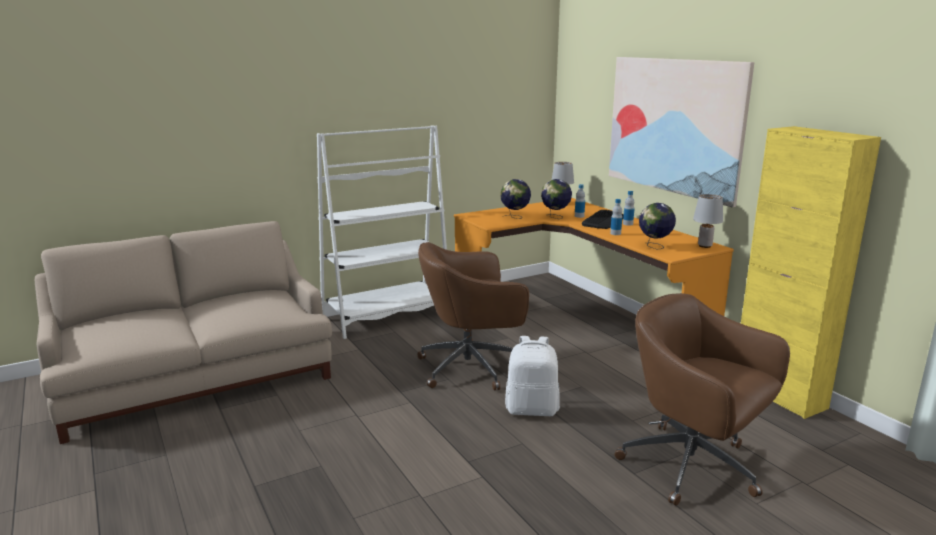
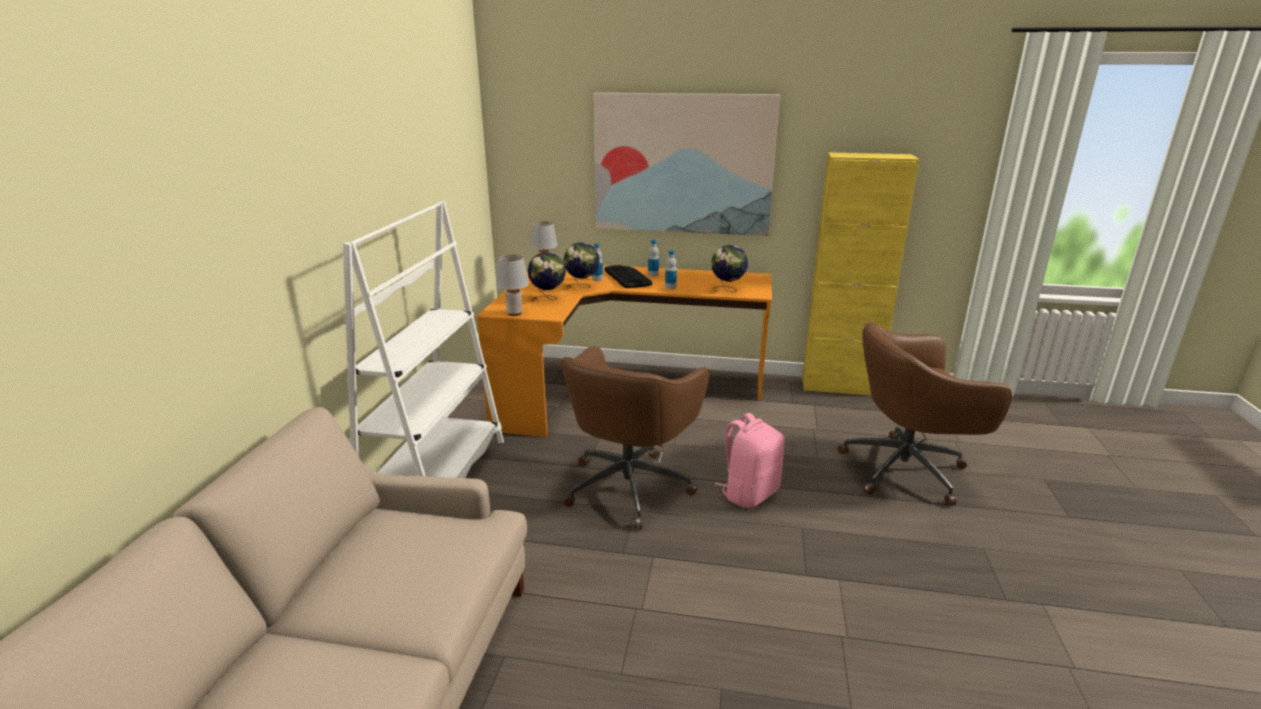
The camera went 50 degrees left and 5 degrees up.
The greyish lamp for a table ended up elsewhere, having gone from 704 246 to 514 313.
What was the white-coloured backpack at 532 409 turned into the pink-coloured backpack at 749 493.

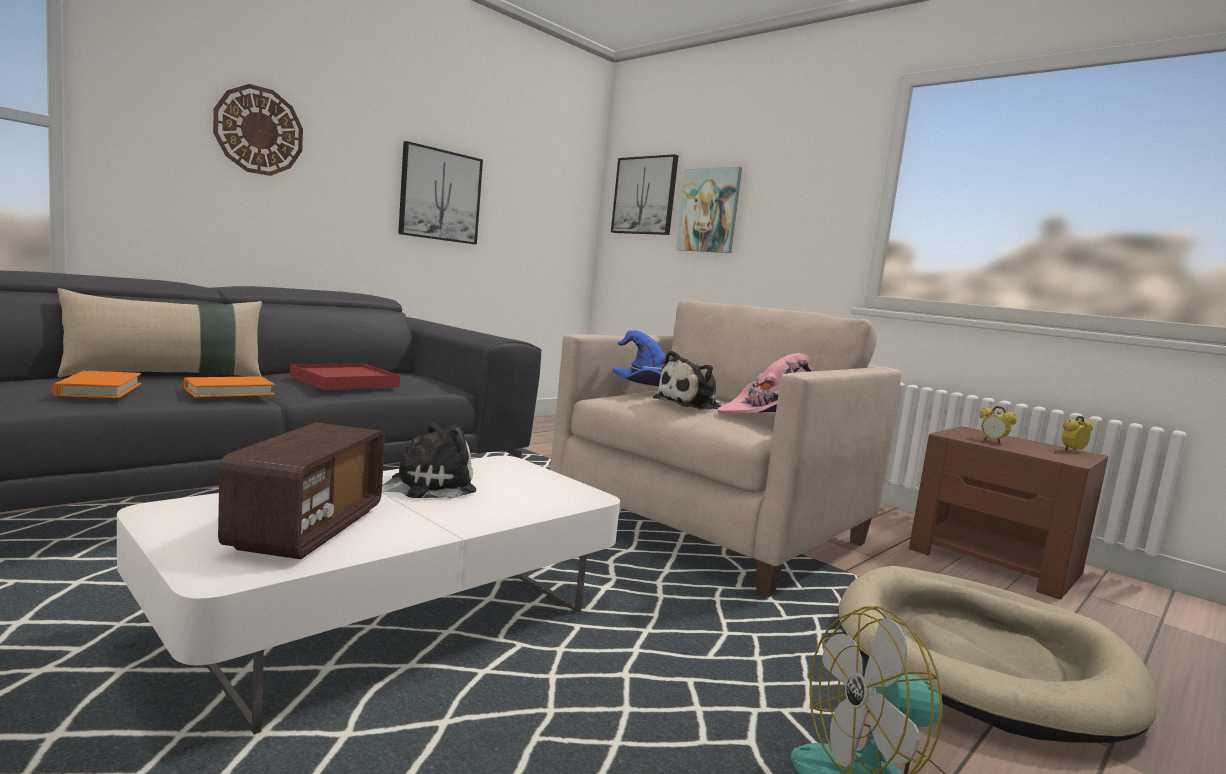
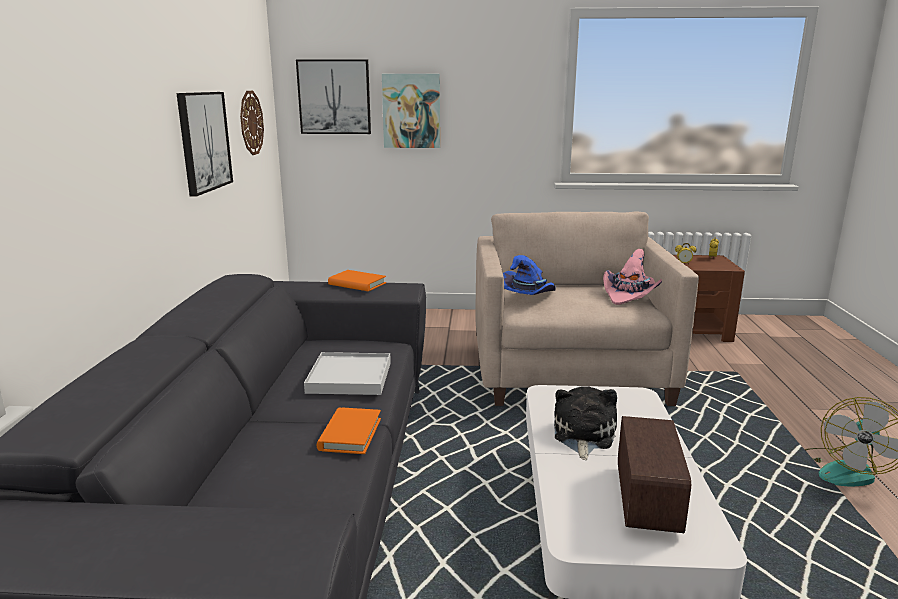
The camera went 40 degrees left and 10 degrees up.
The clock on the wall ended up elsewhere, having gone from 259 130 to 251 123.
What was the red tray at 344 381 turned into the white-coloured tray at 349 377.
The orangey bound book ended up elsewhere, having gone from 99 390 to 357 284.
The radio at 308 529 ended up facing another way, 45 degrees clockwise from before.
The second view lost the beige-coloured throw pillow at 167 376.
The second view lost the cuddly toy at 691 404.
The second view lost the beige-coloured dog cushion at 979 657.

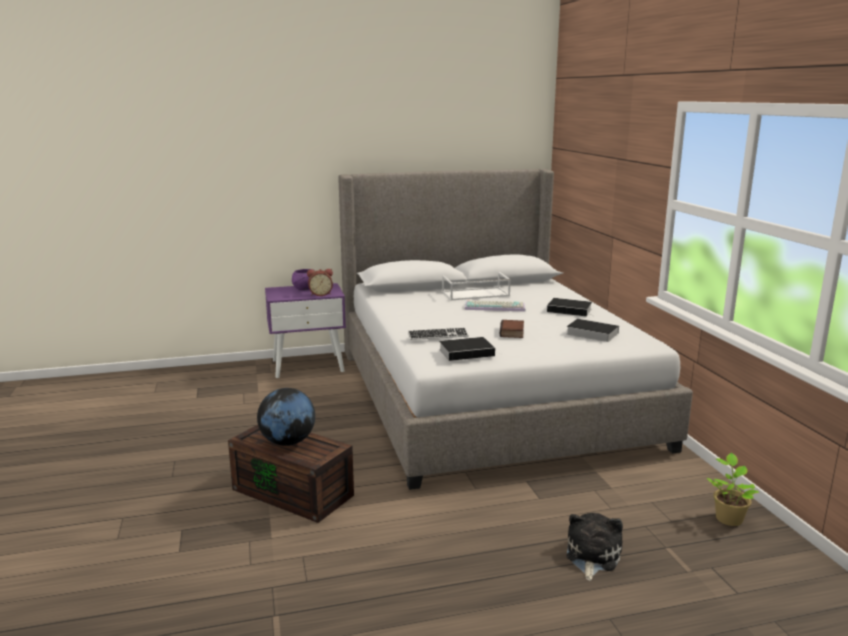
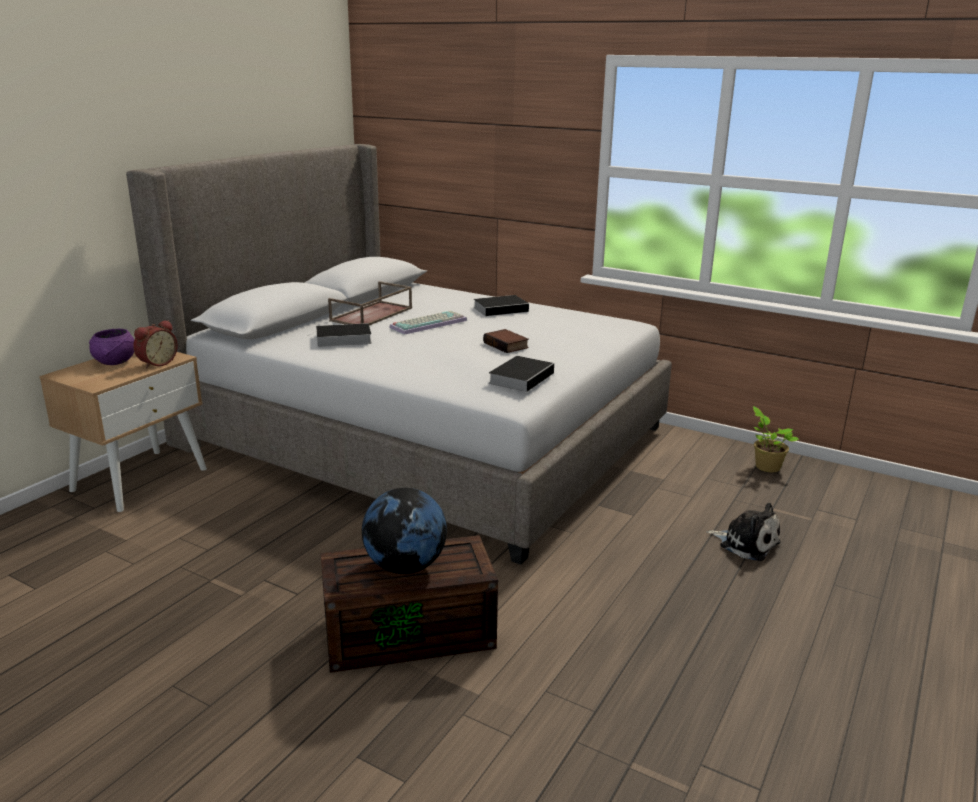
The camera went 45 degrees left and 5 degrees up.
What was the purplish night table at 308 365 turned into the beige-coloured night table at 140 479.
The bound book ended up elsewhere, having gone from 590 333 to 342 339.
What was the white-coloured tray at 475 294 turned into the brown-coloured tray at 372 315.
The cuddly toy at 591 556 ended up facing another way, 150 degrees clockwise from before.
The second view lost the computer keyboard at 438 335.

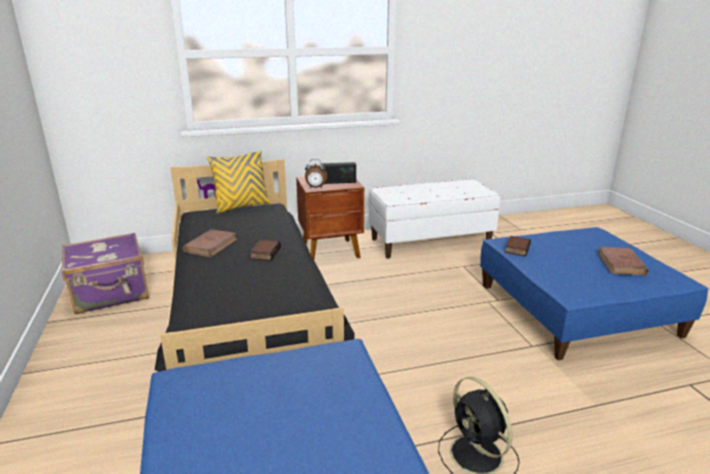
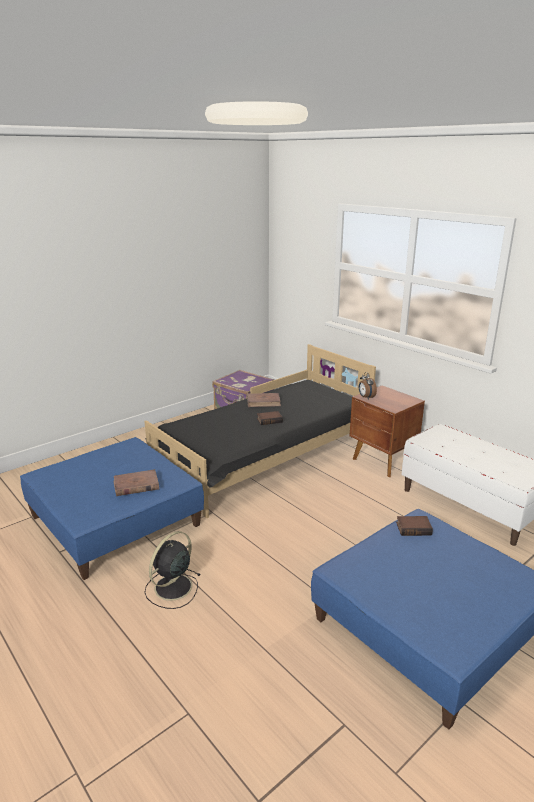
The camera went 65 degrees right and 0 degrees up.
The brown-coloured bound book ended up elsewhere, having gone from 621 264 to 136 485.
The second view lost the yellow throw pillow at 242 206.
The second view lost the radio at 338 182.

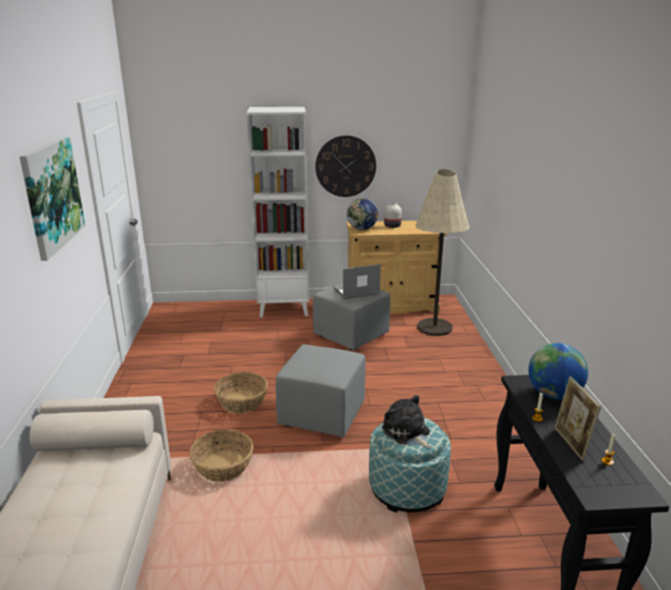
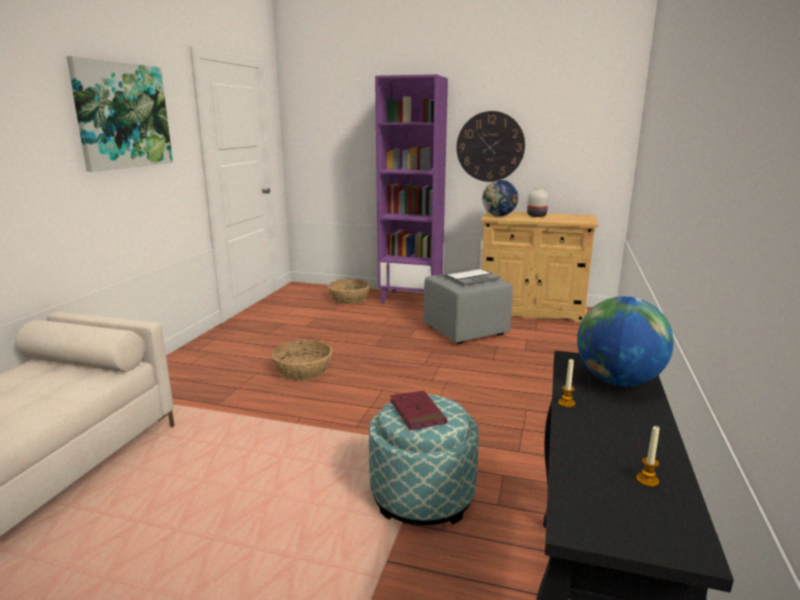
The camera went 20 degrees right and 5 degrees down.
The basket ended up elsewhere, having gone from 222 466 to 349 299.
What was the white-coloured shelving unit at 284 308 turned into the purplish shelving unit at 411 299.
Where the cuddly toy stood at 407 433, the red bound book came to stand at 417 412.
The laptop at 356 291 ended up facing another way, 150 degrees clockwise from before.
The second view lost the greyish pouffe at 322 415.
The second view lost the beige-coloured floor lamp at 434 327.
The second view lost the picture frame at 571 444.

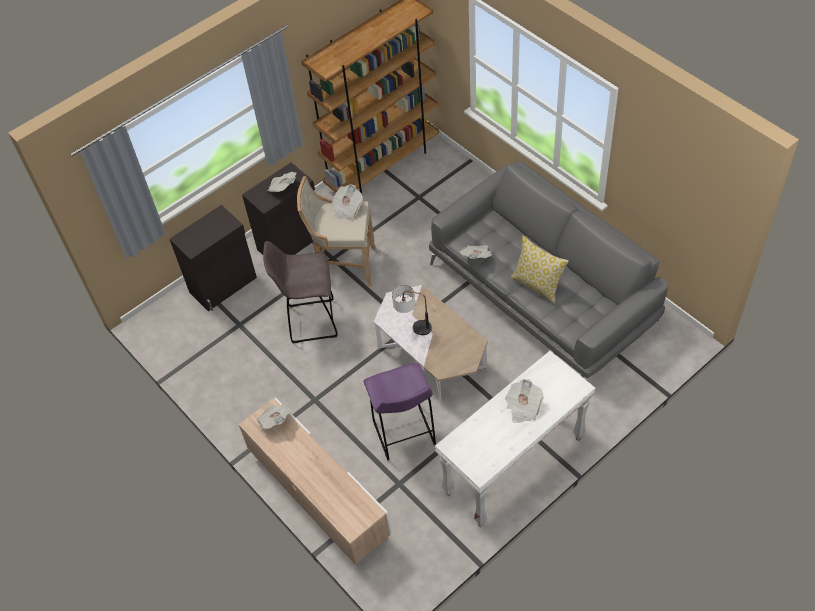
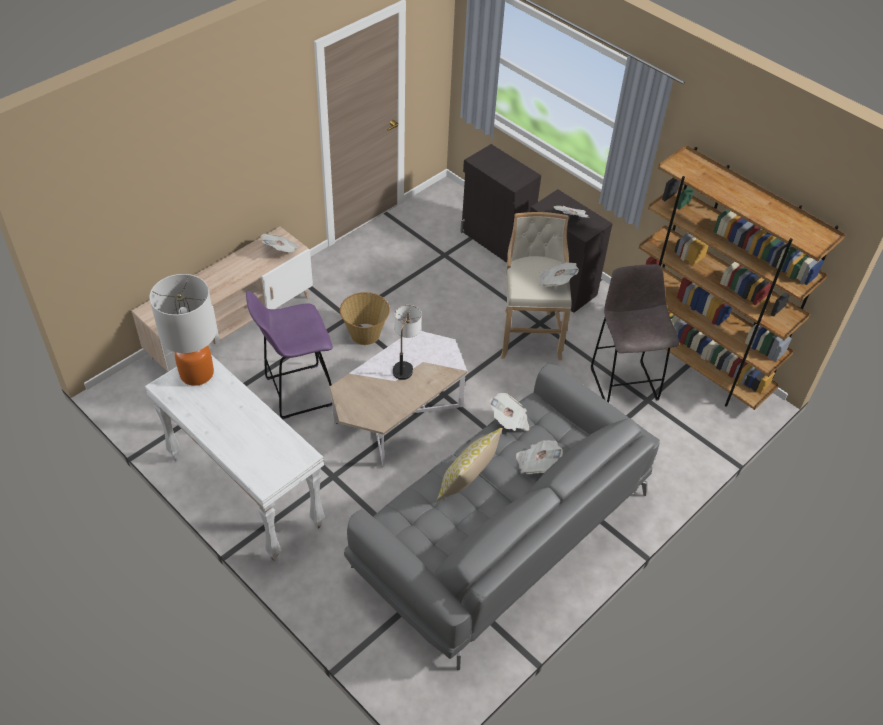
The camera went 80 degrees right and 5 degrees down.
The second view gained the lamp for a table at 196 374.
The second view gained the basket at 365 333.
The printed paper ended up elsewhere, having gone from 523 407 to 536 463.
The greyish stool seat ended up elsewhere, having gone from 310 321 to 623 382.

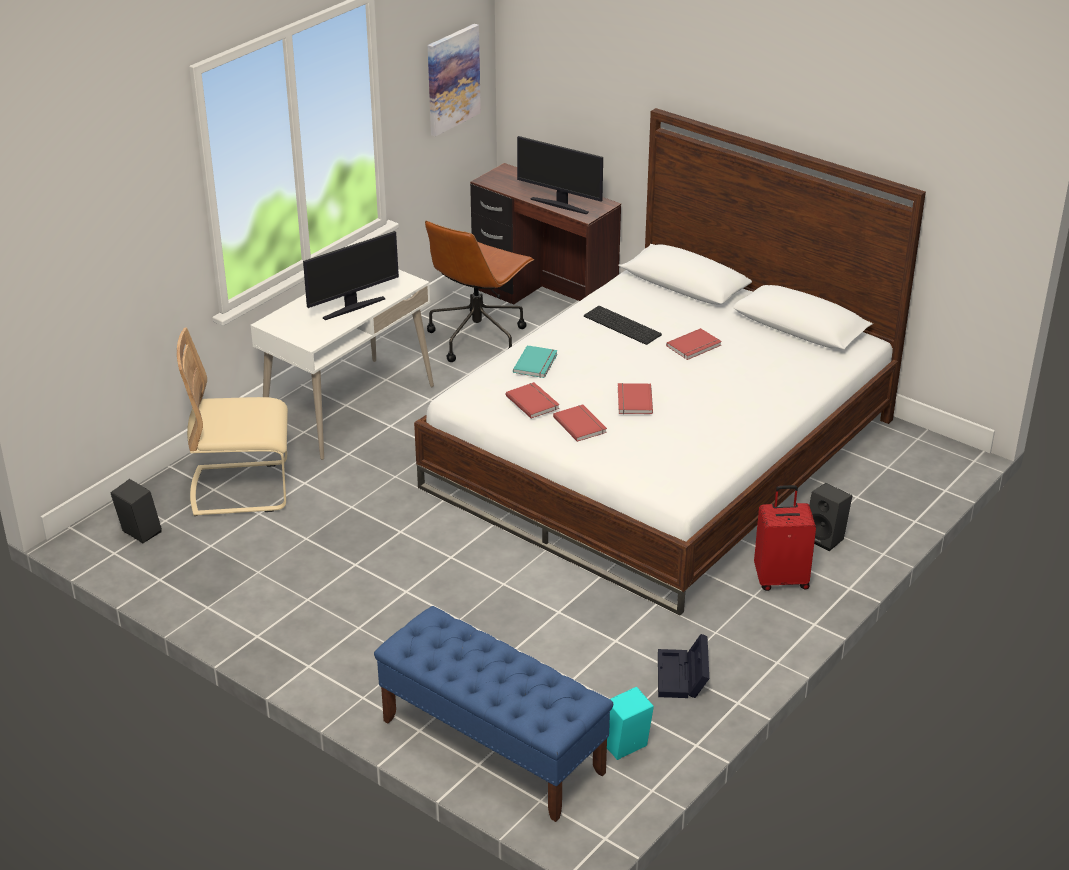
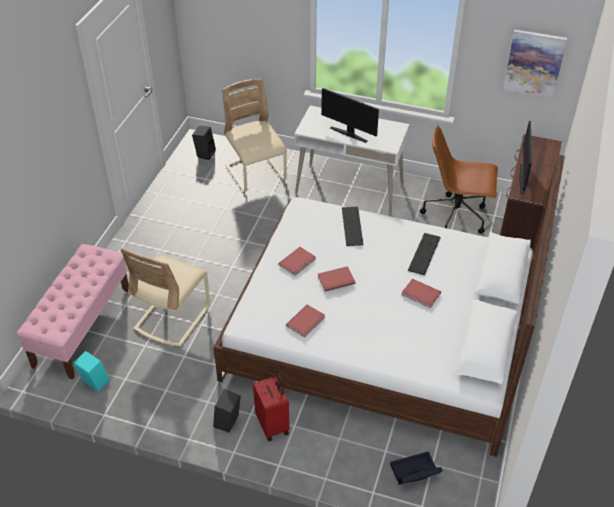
The camera went 70 degrees right and 10 degrees up.
What was the bluish indoor bench at 492 746 turned into the pink-coloured indoor bench at 82 327.
The second view gained the beige-coloured chair at 172 317.
The black-coloured audio speaker ended up elsewhere, having gone from 826 538 to 228 423.
The red bound book ended up elsewhere, having gone from 533 401 to 306 322.
Where the turquoise bound book stood at 537 363, the computer keyboard came to stand at 353 226.
The black-coloured storage bin ended up elsewhere, having gone from 682 677 to 414 473.

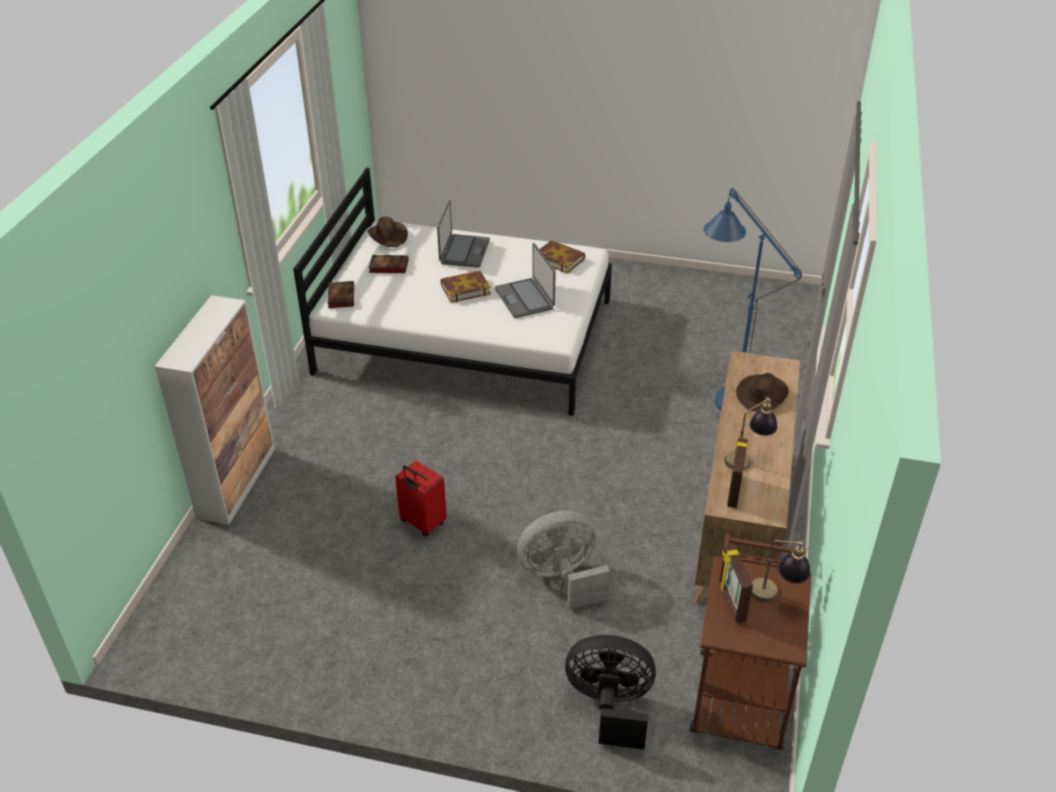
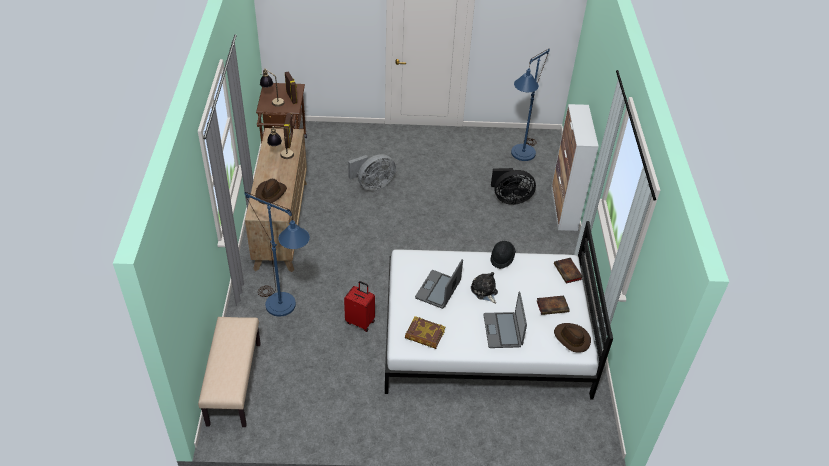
The camera went 165 degrees right and 5 degrees up.
The second view gained the beige-coloured indoor bench at 233 383.
The red suitcase ended up elsewhere, having gone from 422 523 to 360 321.
The laptop at 525 299 ended up facing another way, 120 degrees counterclockwise from before.
Where the bound book stood at 465 289, the cuddly toy came to stand at 484 291.
The black-coloured electric fan ended up elsewhere, having gone from 610 706 to 510 199.
The second view gained the black-coloured wearable hat at 502 258.
The second view gained the bluish floor lamp at 520 157.

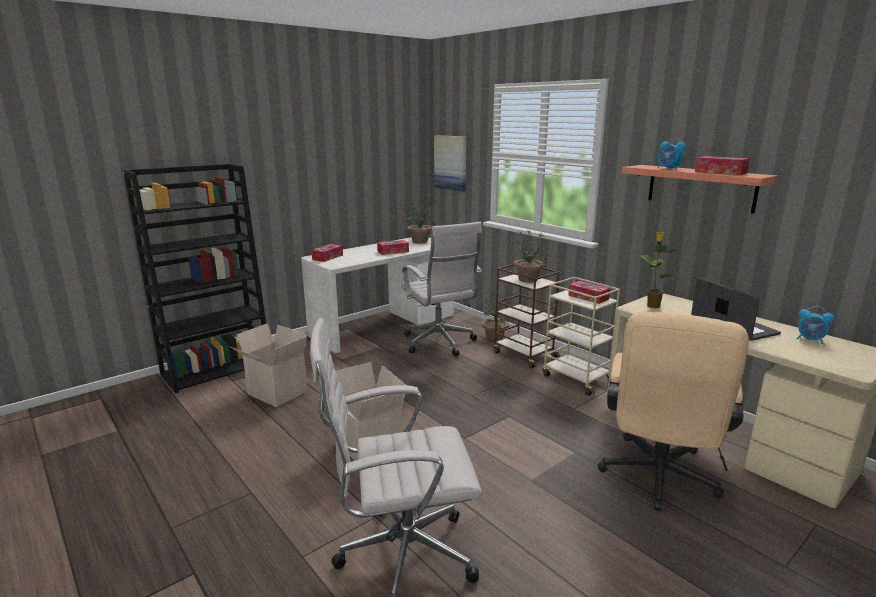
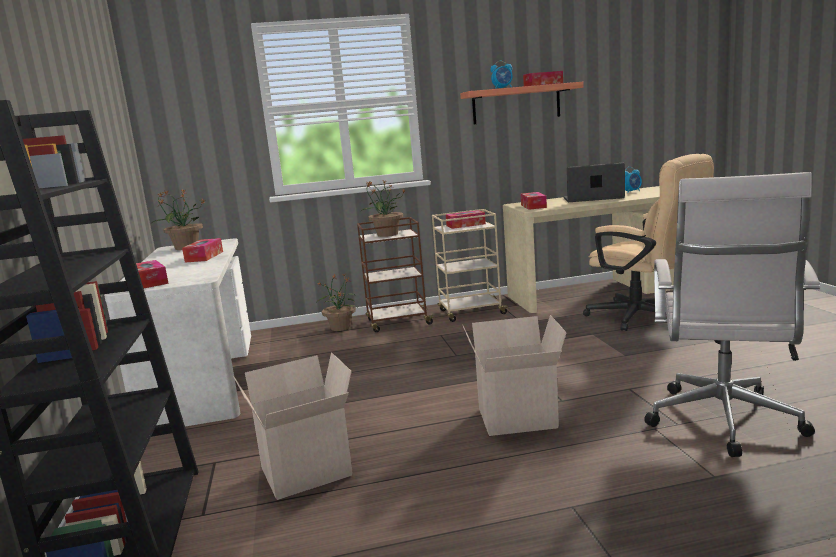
The camera went 60 degrees left and 5 degrees down.
Where the houseplant stood at 652 305, the tissue box came to stand at 533 206.
The second view lost the white-coloured computer chair at 440 344.
The second view lost the wall art at 451 162.

